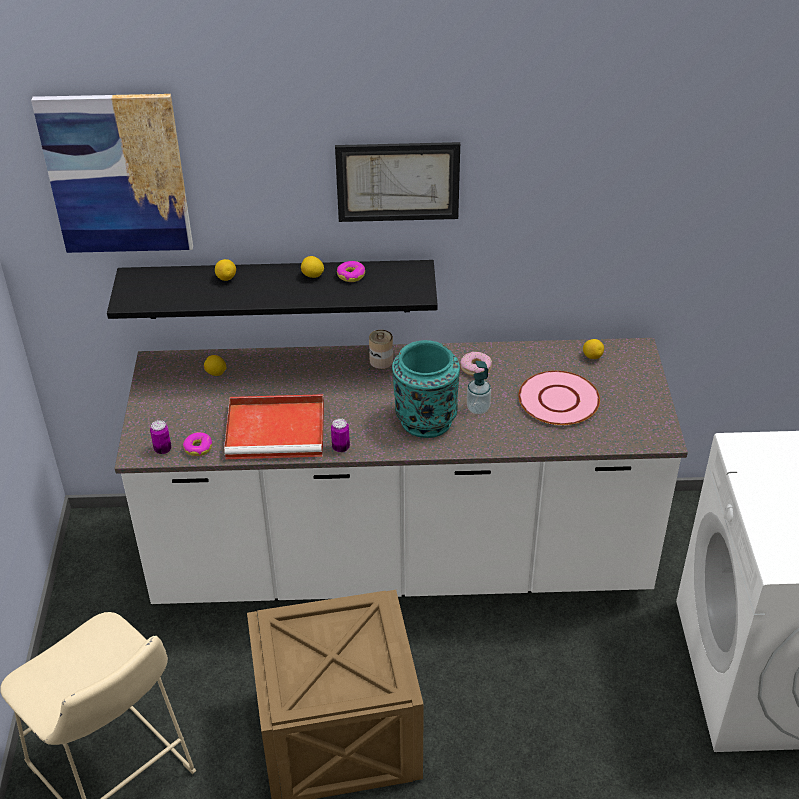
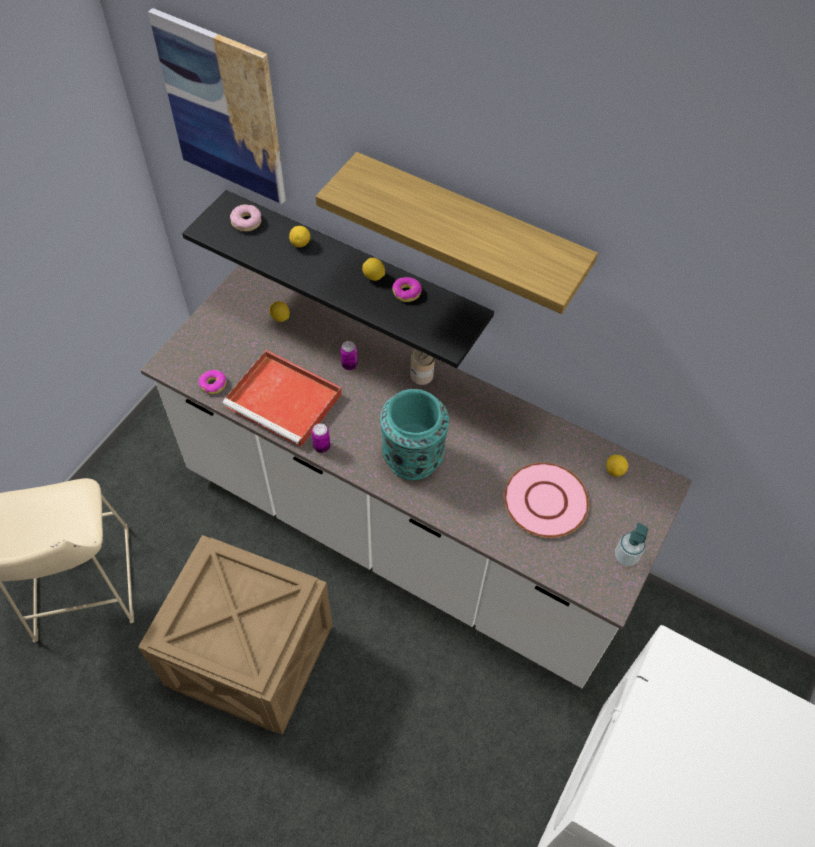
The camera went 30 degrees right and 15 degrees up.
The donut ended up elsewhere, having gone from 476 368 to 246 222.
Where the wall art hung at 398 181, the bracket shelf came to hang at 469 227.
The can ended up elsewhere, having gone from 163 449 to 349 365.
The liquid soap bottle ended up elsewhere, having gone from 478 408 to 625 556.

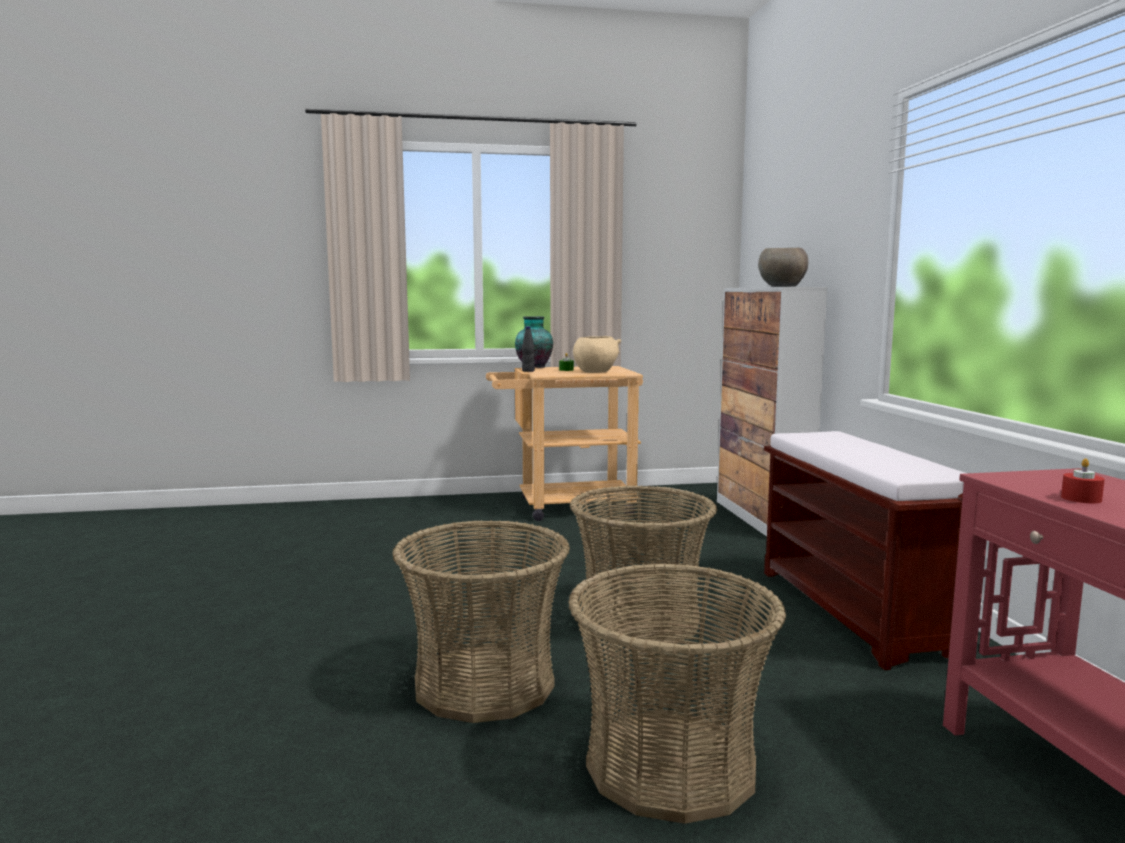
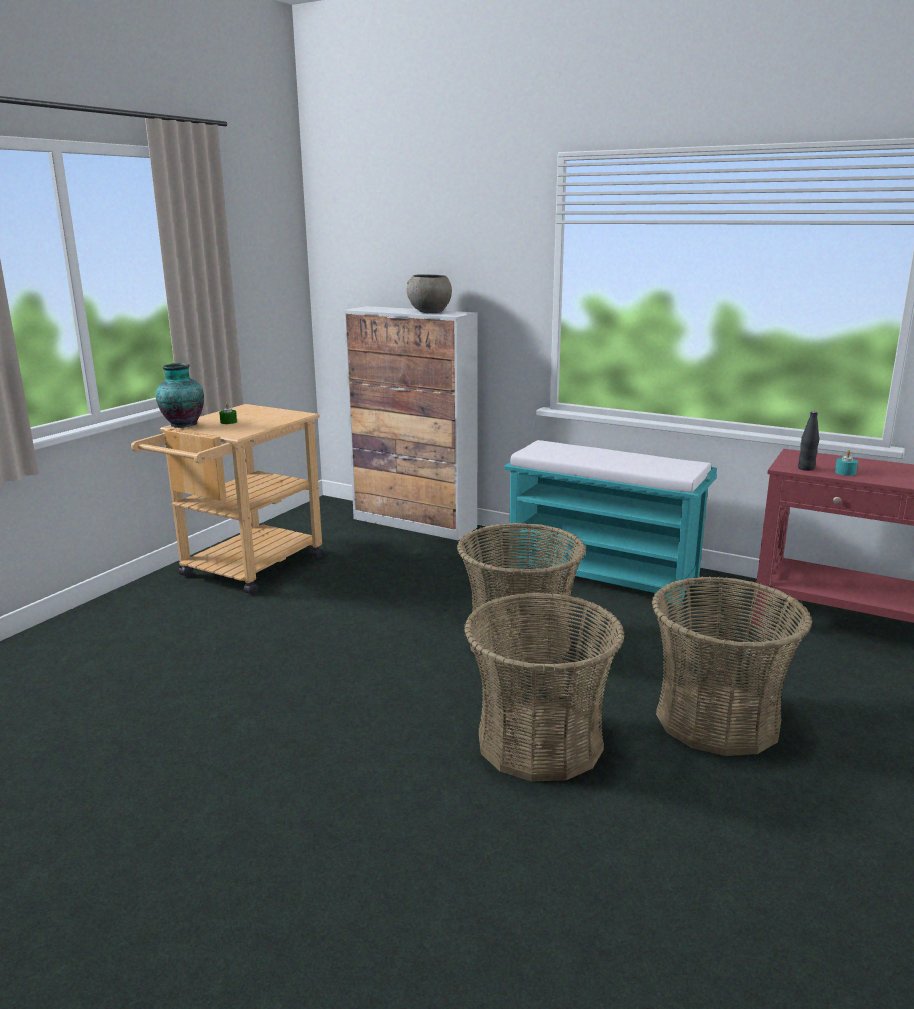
The camera went 50 degrees left and 10 degrees up.
What was the brown-coloured indoor bench at 857 612 turned into the turquoise indoor bench at 604 576.
The black-coloured drink bottle ended up elsewhere, having gone from 528 371 to 806 468.
What was the red wax candle at 1081 498 turned into the turquoise wax candle at 845 472.
The second view lost the beige-coloured deep dish at 595 372.

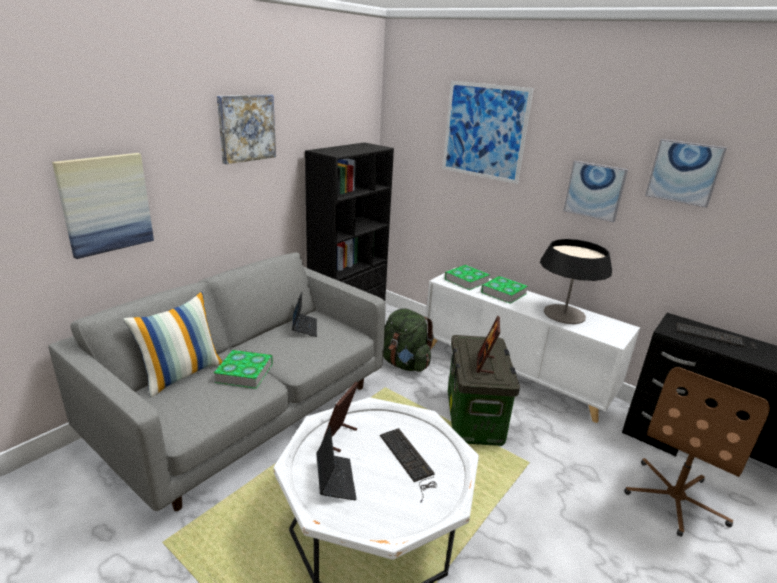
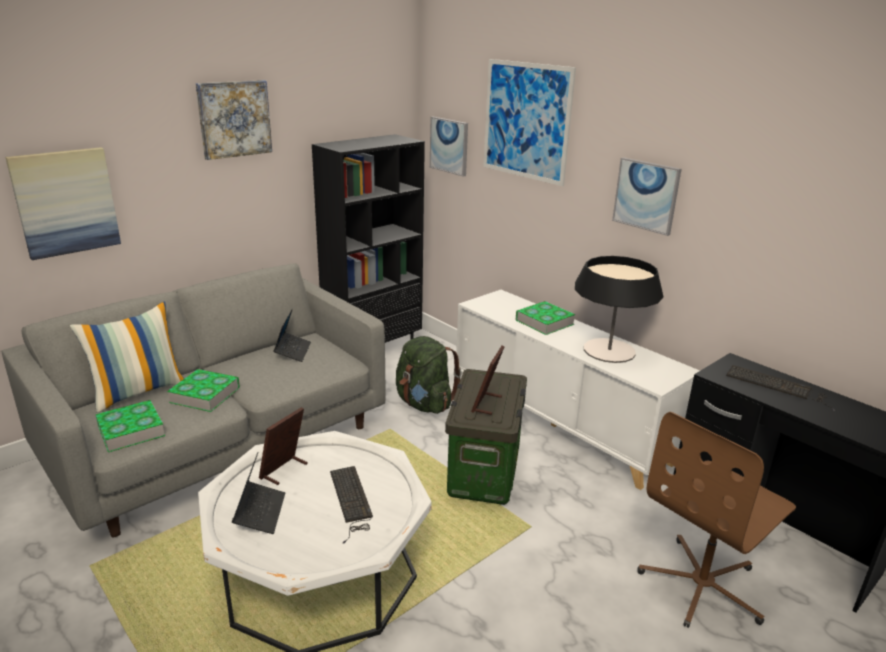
The camera went 10 degrees right and 0 degrees up.
The bound book ended up elsewhere, having gone from 466 280 to 131 430.
The wall art ended up elsewhere, having gone from 684 172 to 449 146.

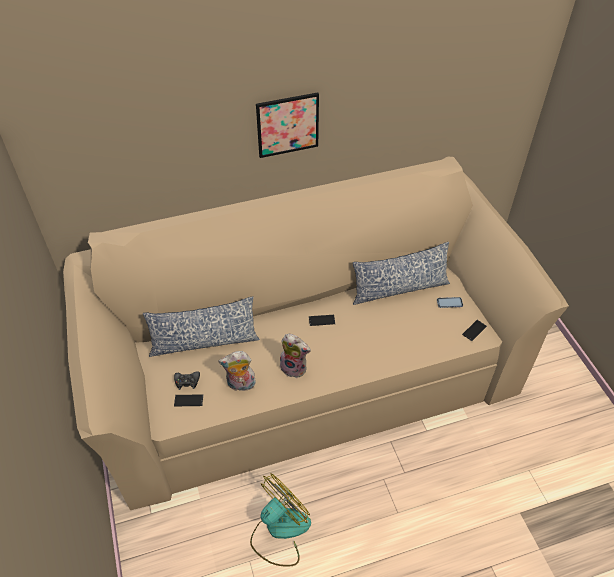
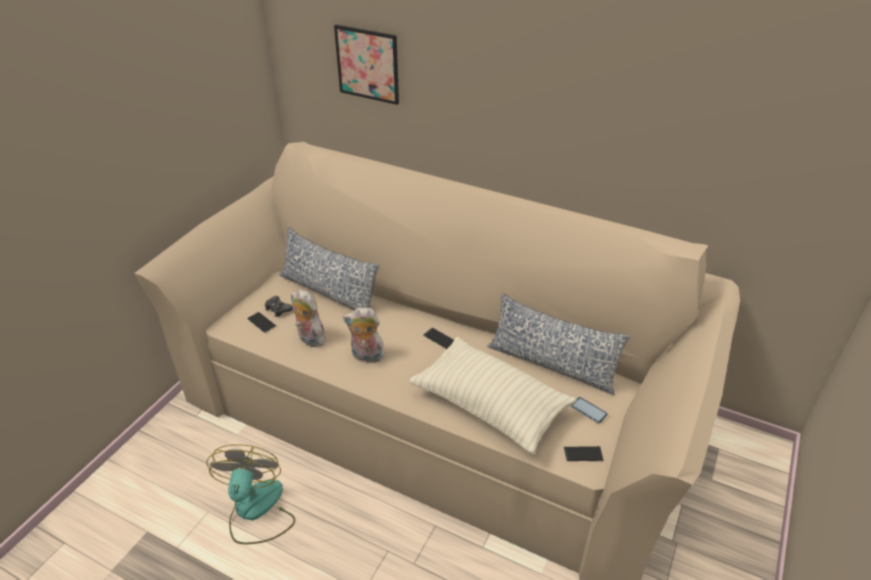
The camera went 45 degrees right and 10 degrees down.
The electric fan at 280 531 ended up facing another way, 90 degrees counterclockwise from before.
The wall art ended up elsewhere, having gone from 287 125 to 367 64.
The cuddly toy at 295 367 ended up facing another way, 120 degrees clockwise from before.
The second view gained the beige-coloured throw pillow at 490 405.

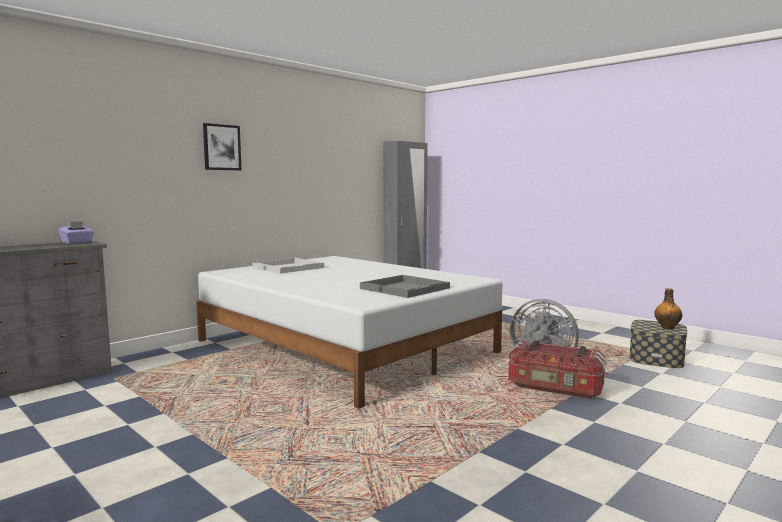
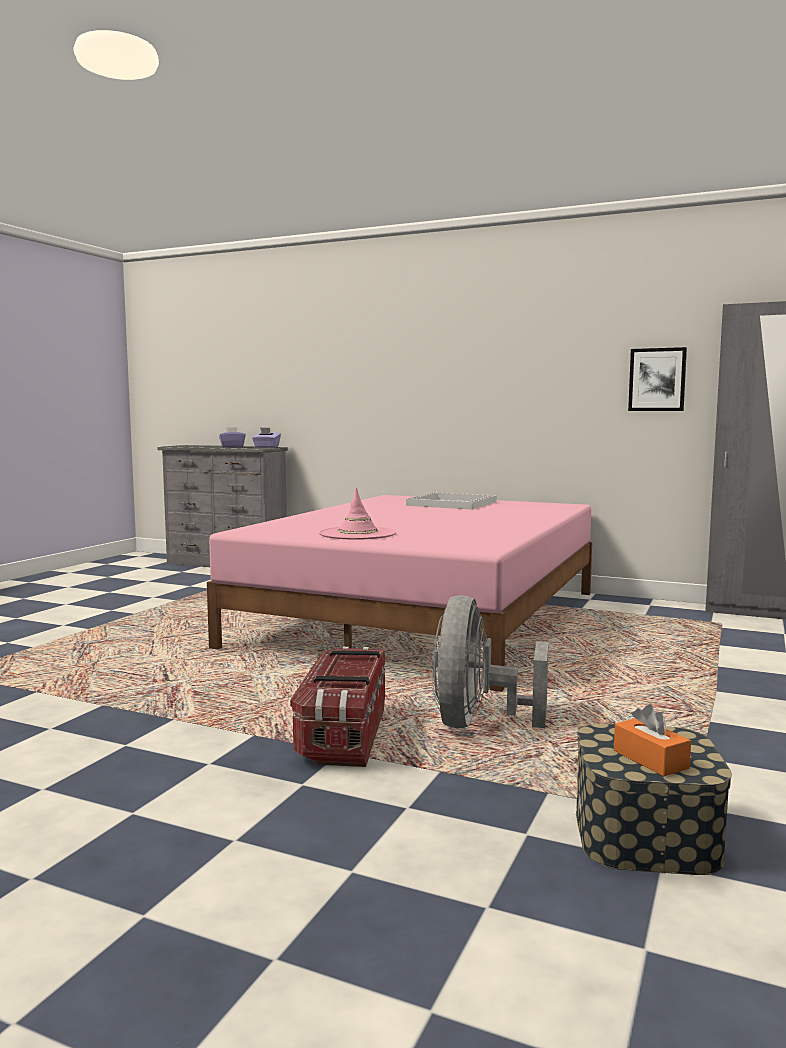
The camera went 70 degrees right and 0 degrees up.
What was the white-coloured bedroom bed at 344 346 turned into the pink-coloured bedroom bed at 425 618.
The second view gained the purplish tissue box at 232 447.
Where the greyish tray stood at 405 288, the pink-coloured wearable hat came to stand at 357 534.
Where the drink bottle stood at 667 327, the orangey tissue box came to stand at 650 759.
The wall art ended up elsewhere, having gone from 221 147 to 657 379.

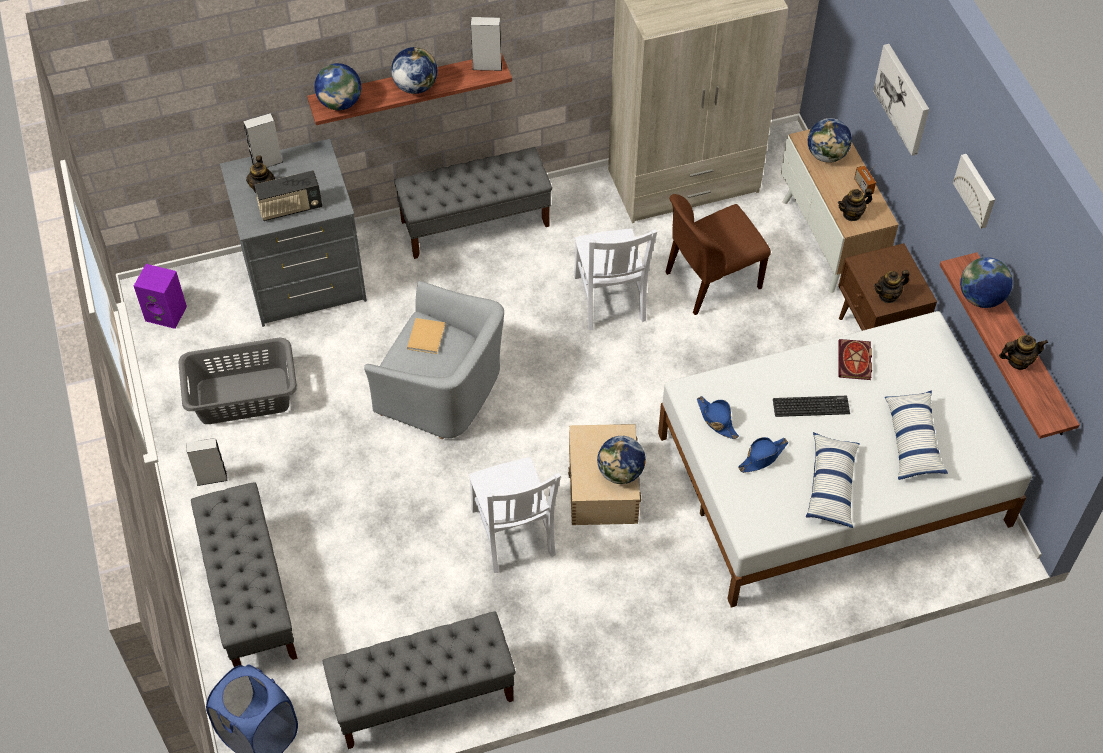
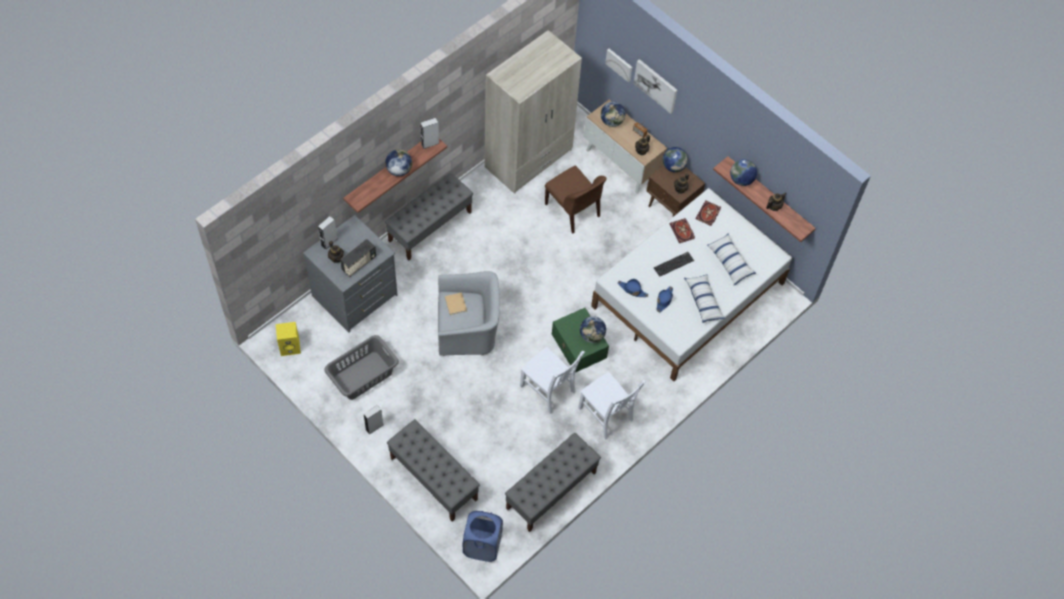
The camera went 30 degrees left and 5 degrees up.
What was the purplish audio speaker at 167 313 turned into the yellow audio speaker at 290 346.
The brown-coloured chair at 711 281 ended up facing another way, 75 degrees counterclockwise from before.
What was the beige-coloured storage bin at 602 487 turned into the green storage bin at 579 346.
The white-coloured chair ended up elsewhere, having gone from 610 300 to 606 415.
The wall art ended up elsewhere, having gone from 976 190 to 619 64.
The desk globe ended up elsewhere, having gone from 340 103 to 673 166.
The second view gained the bound book at 708 214.

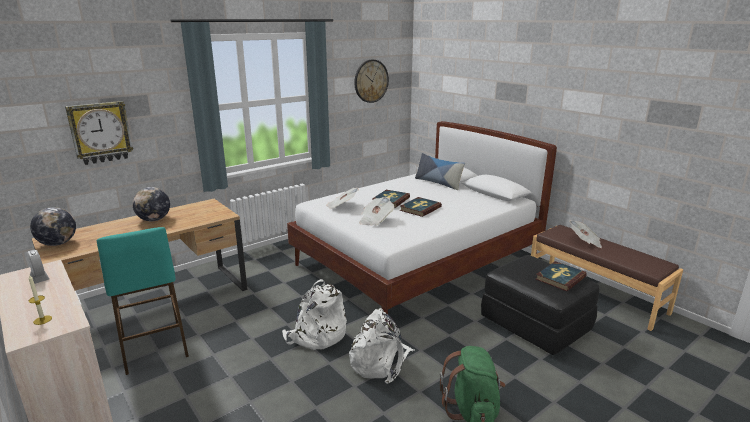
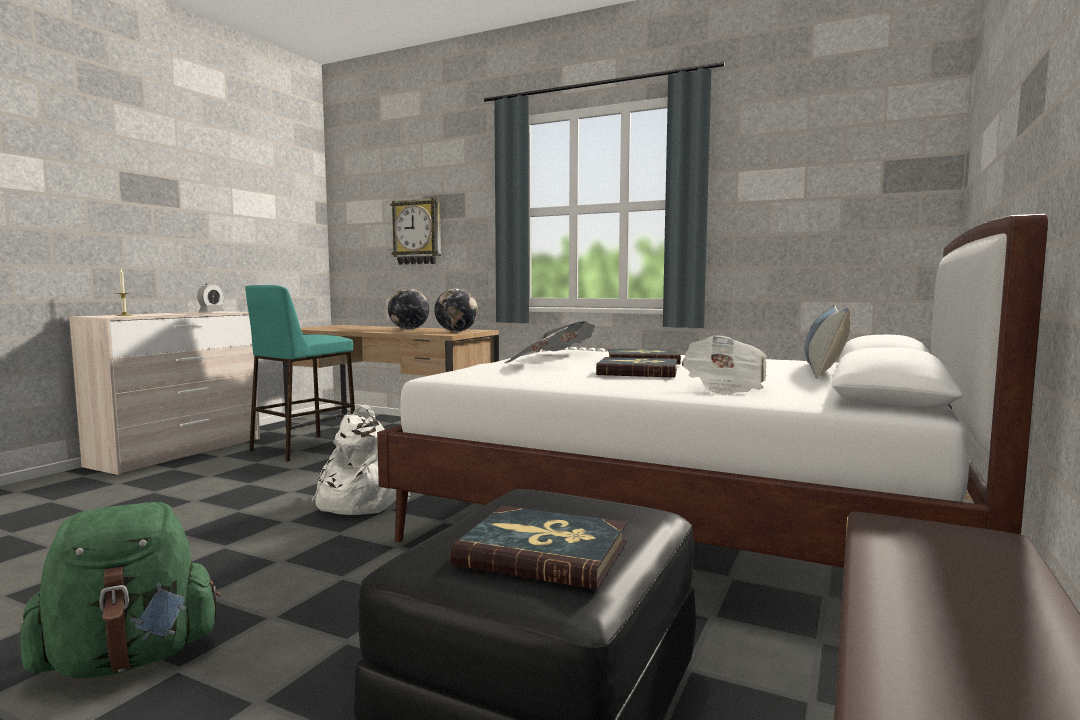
The camera went 65 degrees right and 15 degrees down.
The desk globe ended up elsewhere, having gone from 58 244 to 456 331.
The printed paper ended up elsewhere, having gone from 584 242 to 723 388.
The second view lost the white-coloured backpack at 380 362.
The second view lost the clock on the wall at 371 81.

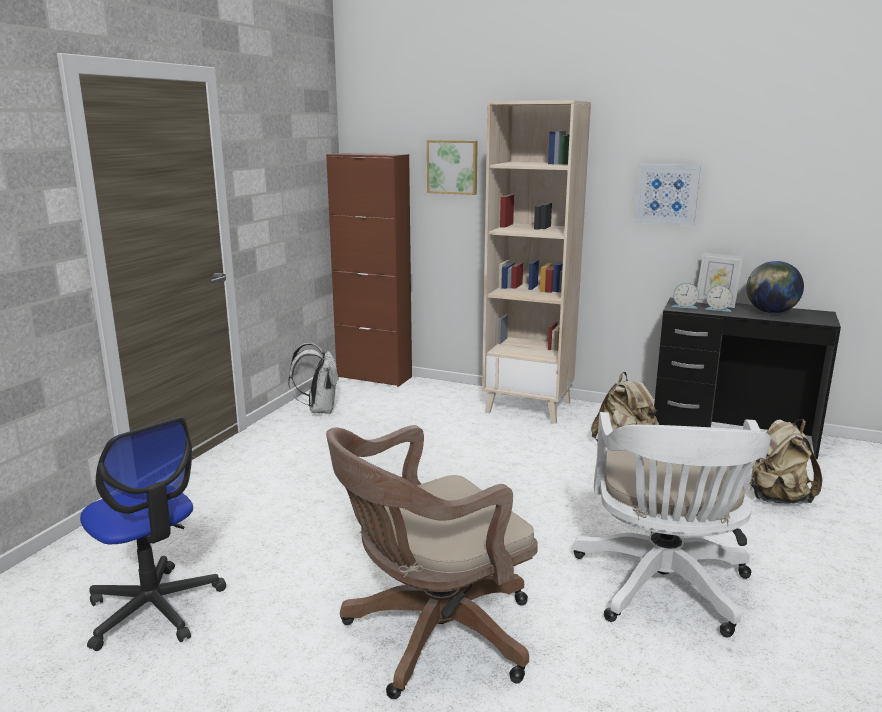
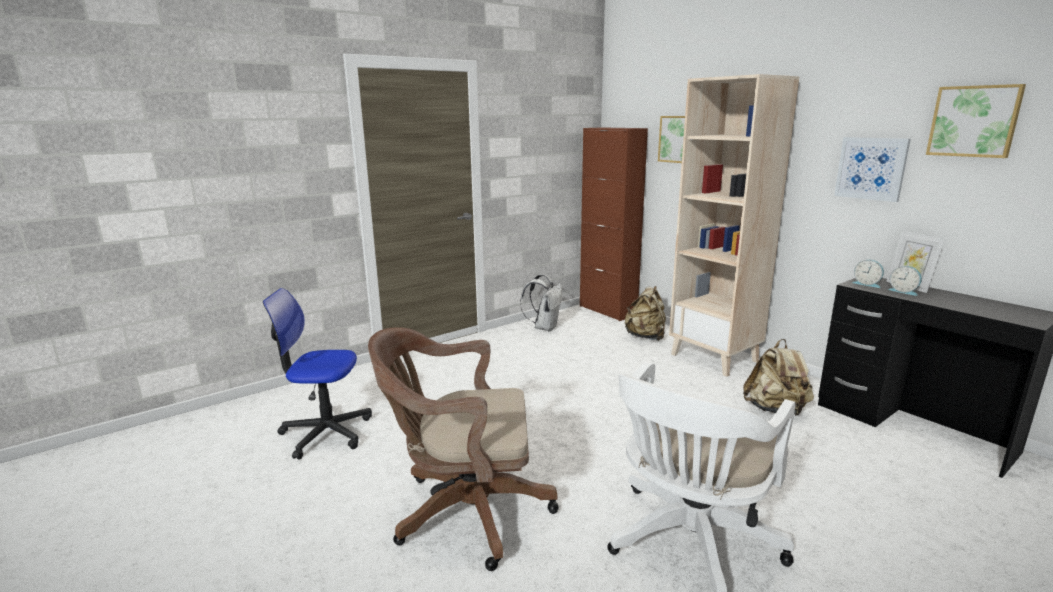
The camera went 30 degrees right and 0 degrees up.
The computer chair at 154 609 ended up facing another way, 105 degrees clockwise from before.
The beige-coloured backpack ended up elsewhere, having gone from 776 498 to 645 336.
The second view gained the wall art at 974 121.
The second view lost the desk globe at 770 312.

